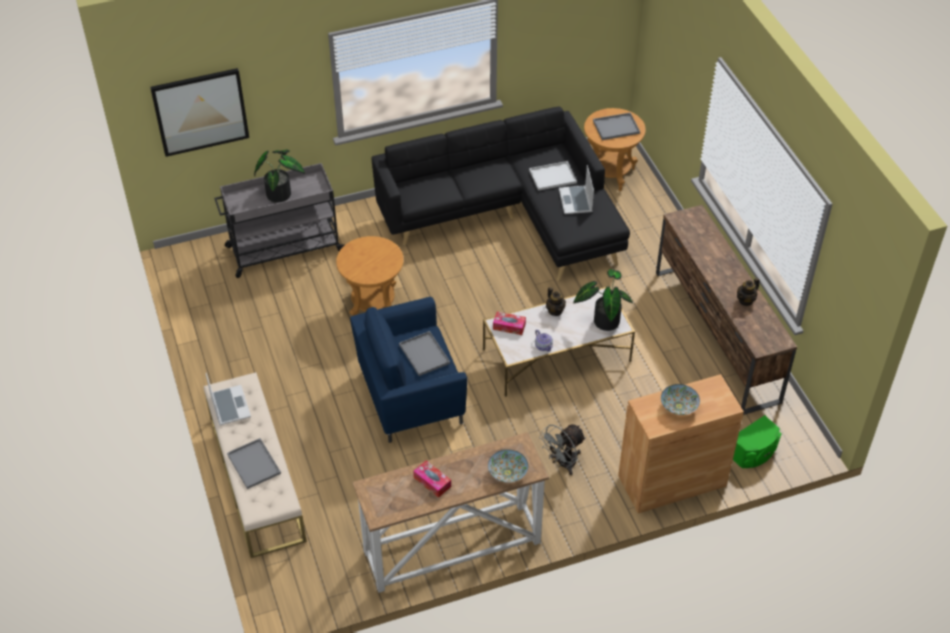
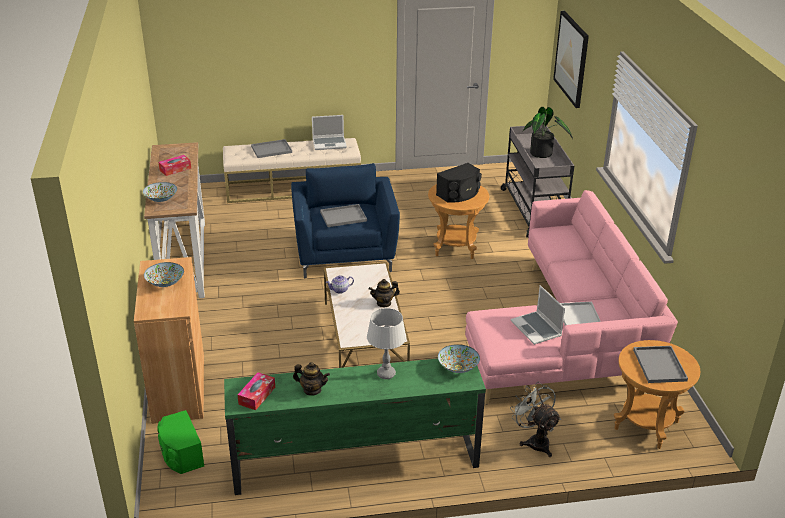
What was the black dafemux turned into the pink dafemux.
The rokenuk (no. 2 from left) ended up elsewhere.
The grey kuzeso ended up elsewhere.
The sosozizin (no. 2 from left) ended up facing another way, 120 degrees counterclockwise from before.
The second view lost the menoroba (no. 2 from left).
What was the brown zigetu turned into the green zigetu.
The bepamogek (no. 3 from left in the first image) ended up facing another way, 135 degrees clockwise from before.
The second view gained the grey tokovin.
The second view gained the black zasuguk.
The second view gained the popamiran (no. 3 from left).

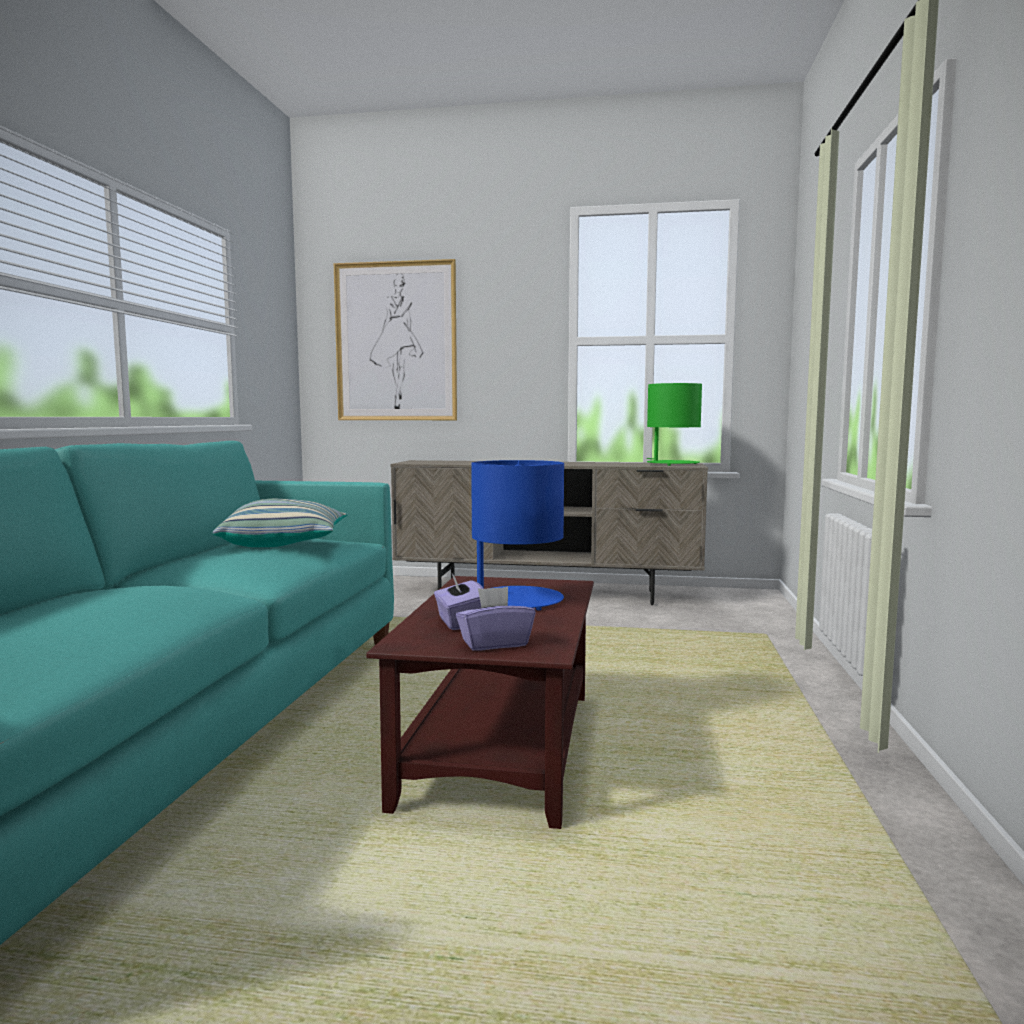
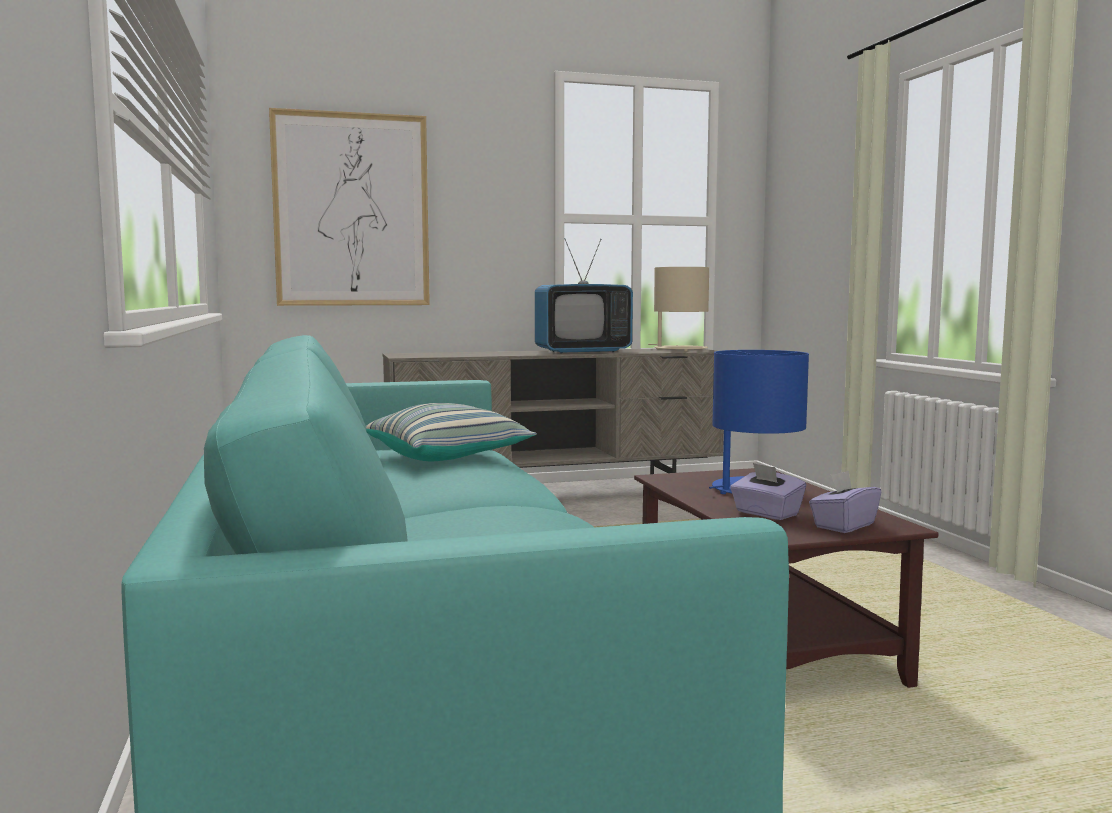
What was the green tokovin turned into the beige tokovin.
The second view gained the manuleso.

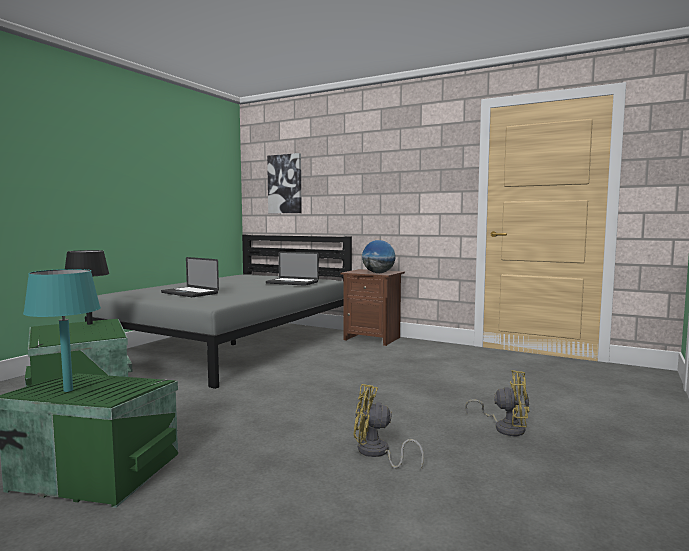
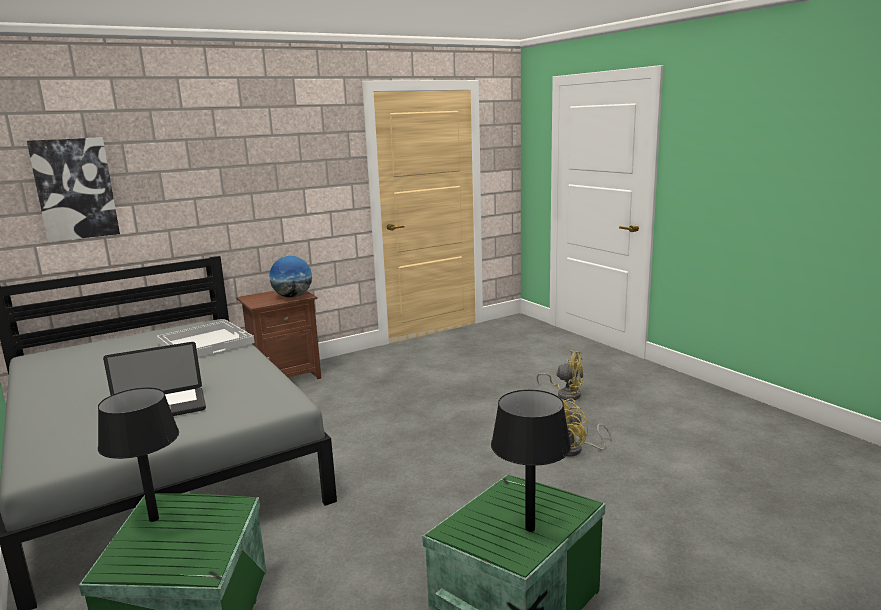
What was the turquoise tokovin turned into the black tokovin (no. 2 from left).
Where the sosozizin (no. 2 from left) stood, the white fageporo came to stand.
The yellow kuzeso (no. 2 from left in the first image) ended up facing another way, 60 degrees clockwise from before.

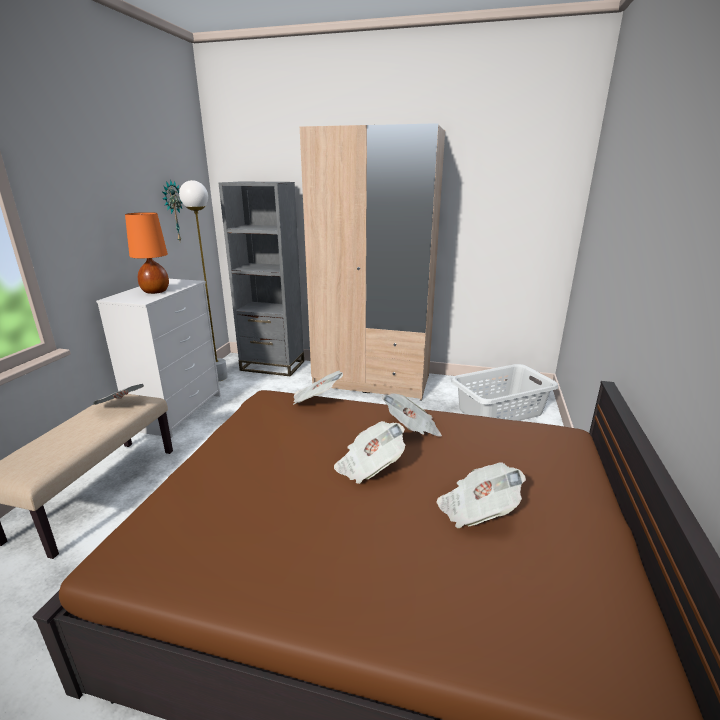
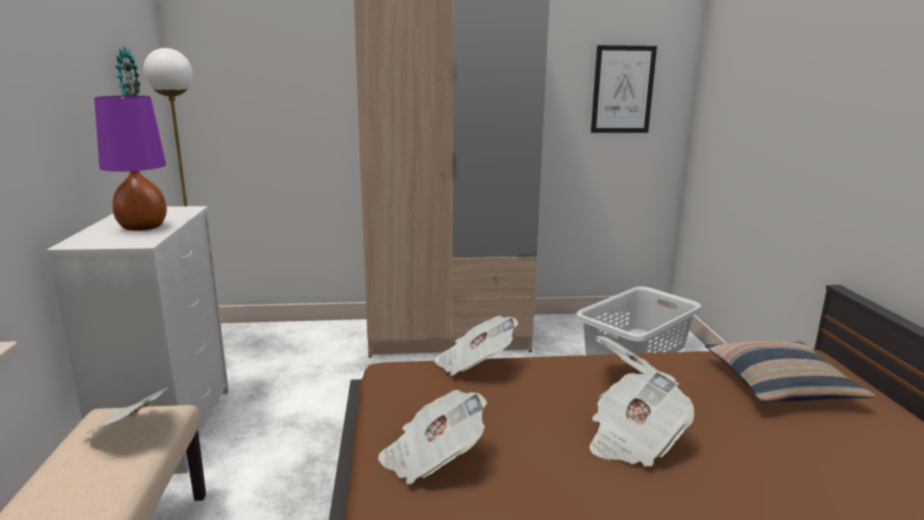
What was the orange tokovin turned into the purple tokovin.
The second view lost the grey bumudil.
The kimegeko (no. 5 from left in the first image) ended up elsewhere.
The second view gained the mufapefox.
The second view gained the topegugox.

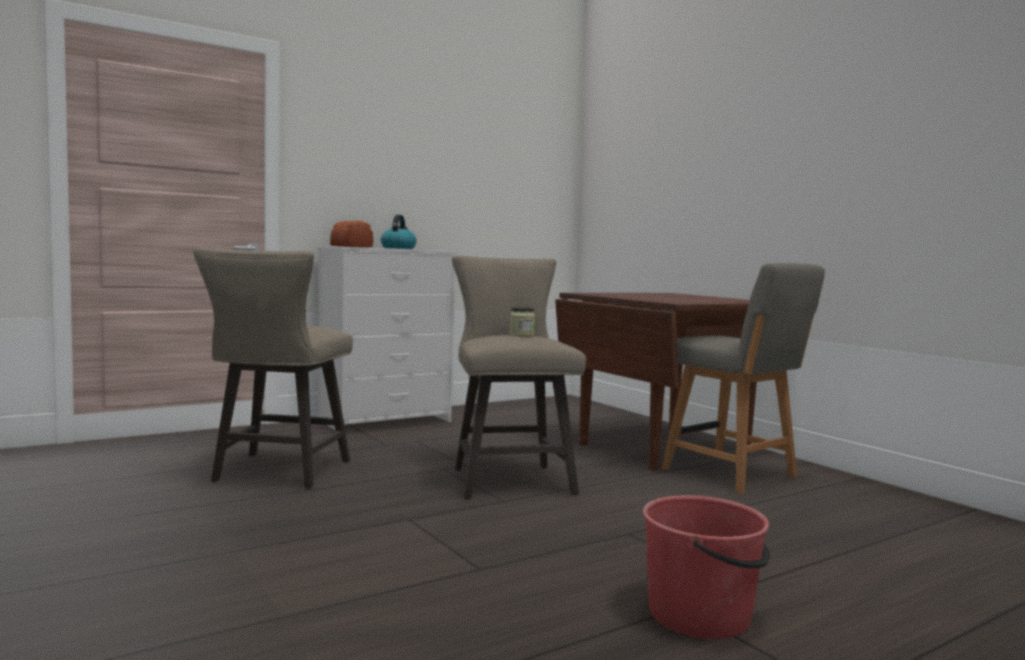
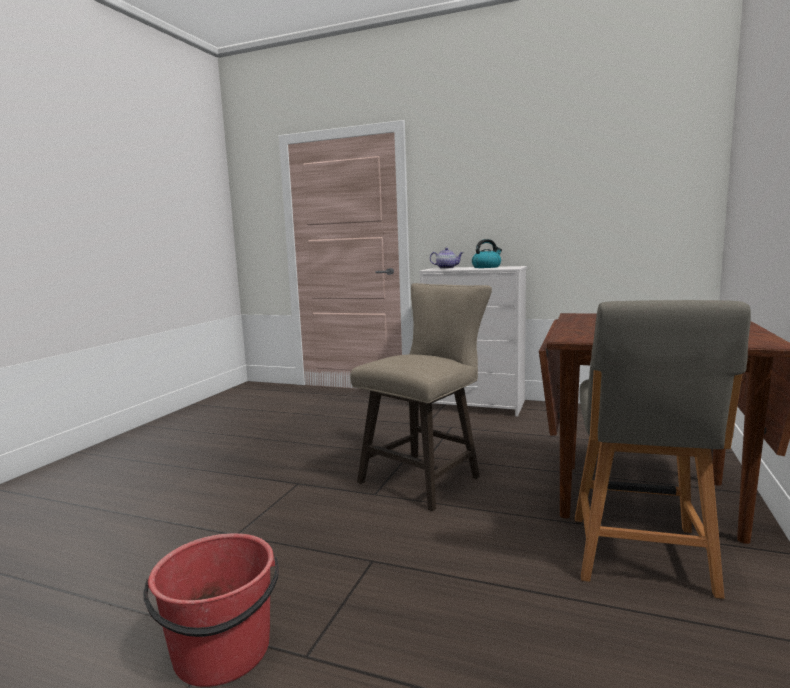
The second view lost the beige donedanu (no. 1 from left).
Where the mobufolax stood, the bepamogek came to stand.
The second view lost the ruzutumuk.

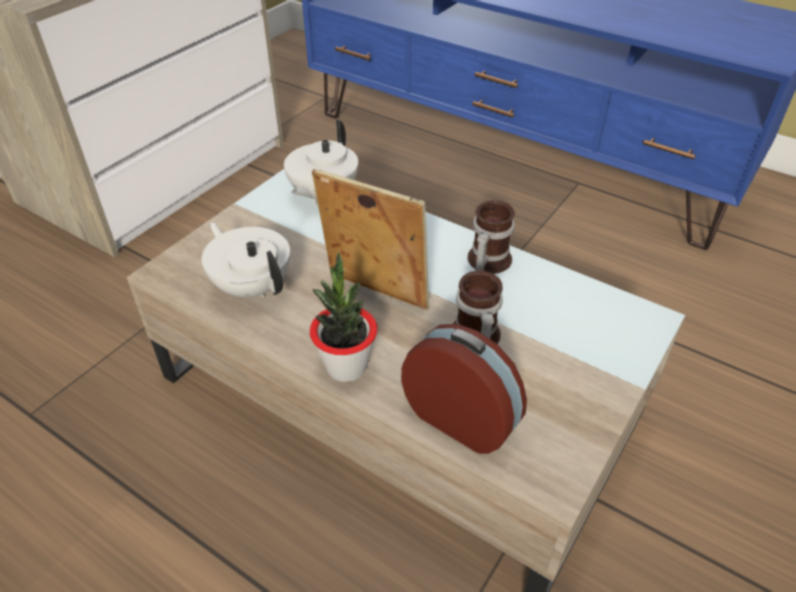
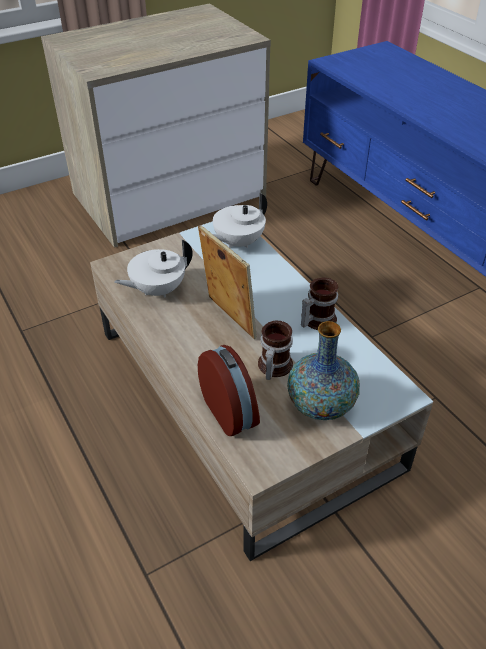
The white bepamogek (no. 1 from left) ended up facing another way, 105 degrees counterclockwise from before.
The second view lost the menoroba.
The second view gained the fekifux.

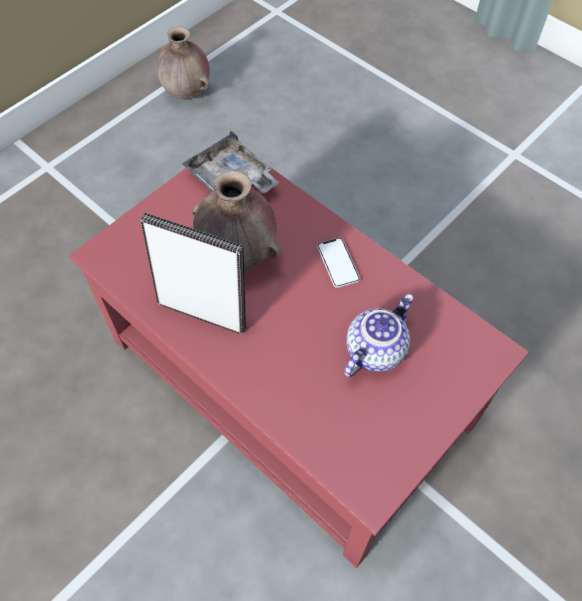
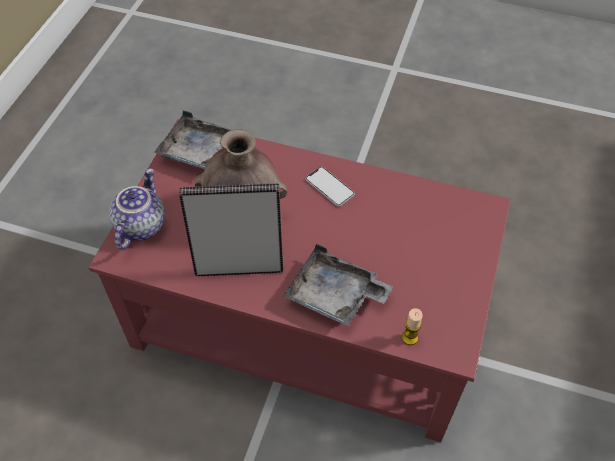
The second view lost the brown fekifux (no. 1 from left).
The bepamogek ended up elsewhere.
The second view gained the grey fageporo (no. 2 from left).
The second view gained the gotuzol.

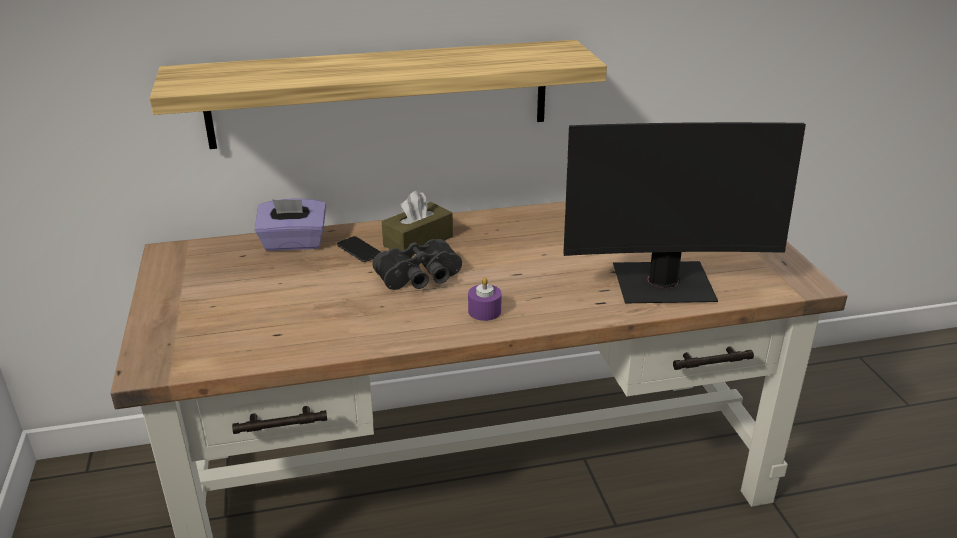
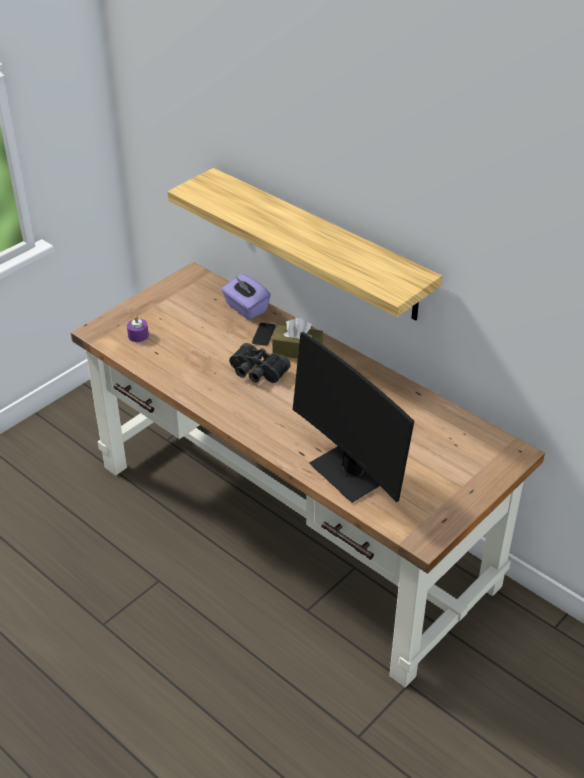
The purple gotuzol ended up elsewhere.

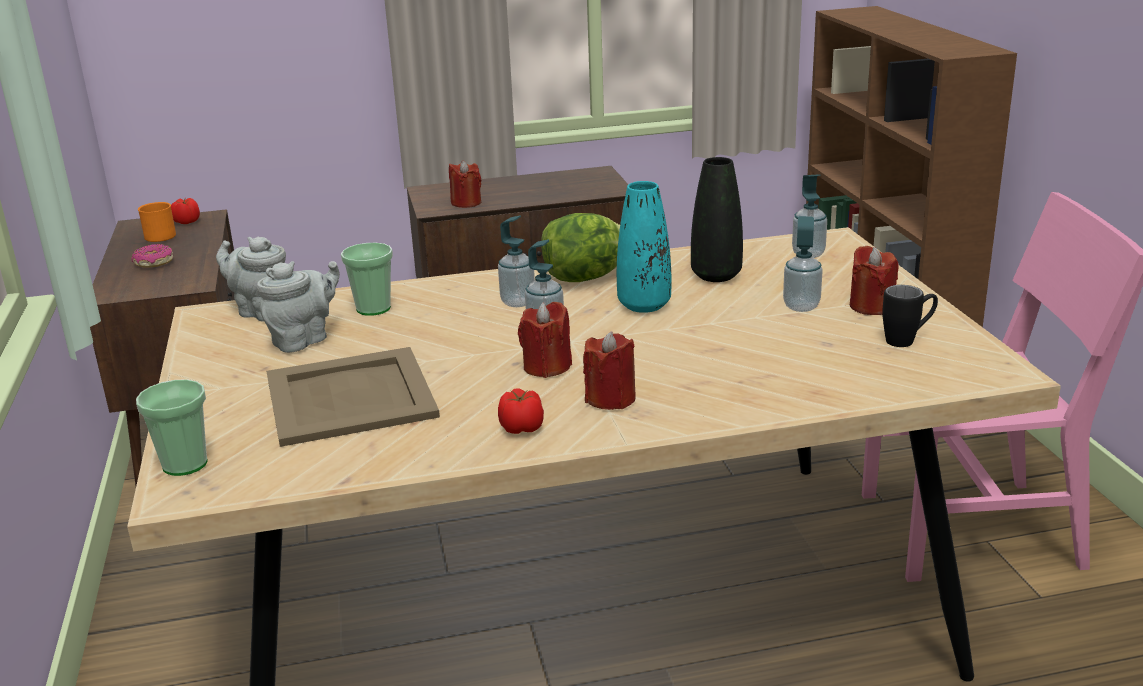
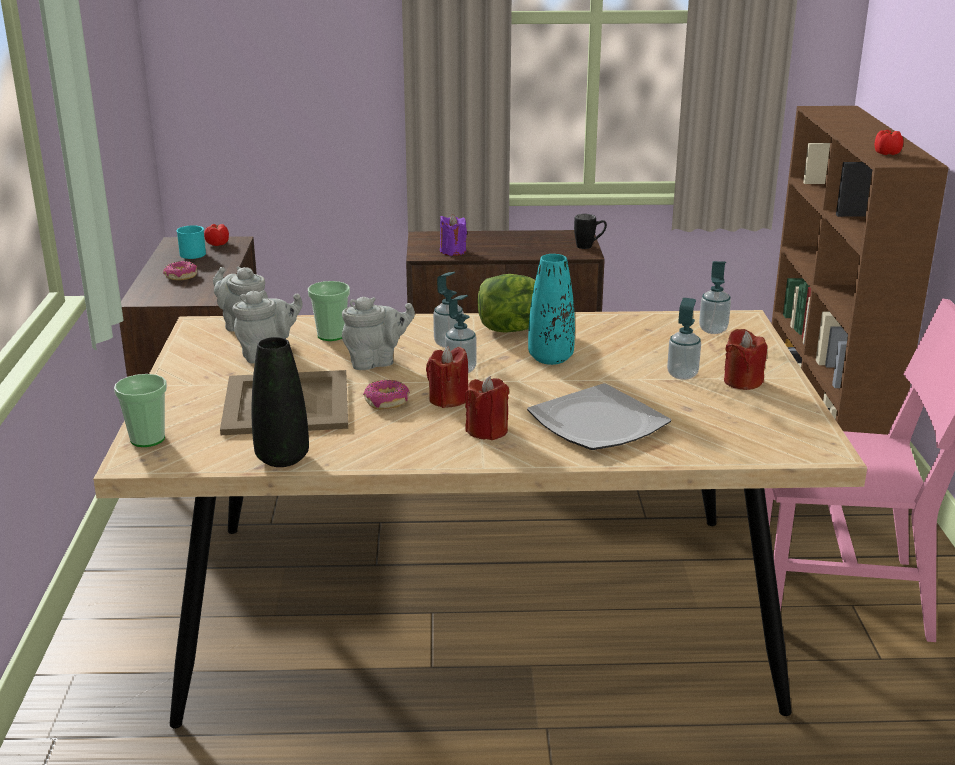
What was the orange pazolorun turned into the turquoise pazolorun.
What was the red gotuzol (no. 1 from left) turned into the purple gotuzol.
The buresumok (no. 2 from left) ended up elsewhere.
The black fekifux ended up elsewhere.
The black pazolorun ended up elsewhere.
The second view gained the grey bepamogek (no. 3 from left).
The second view gained the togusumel (no. 2 from left).
The second view gained the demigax.

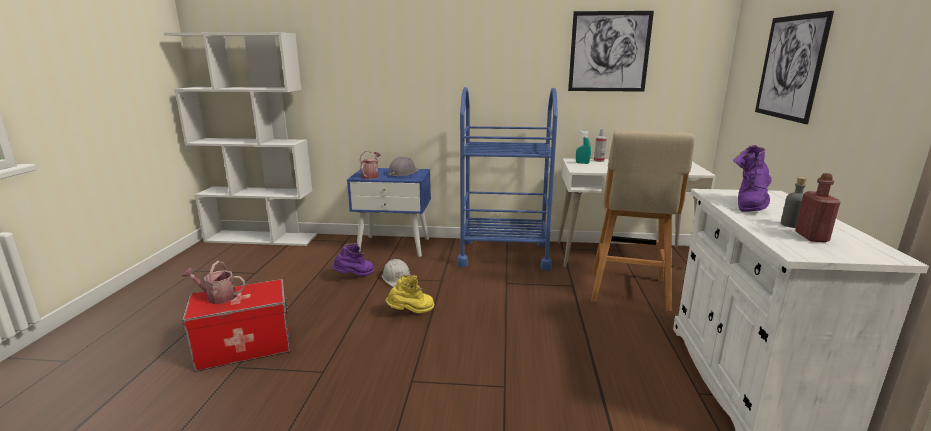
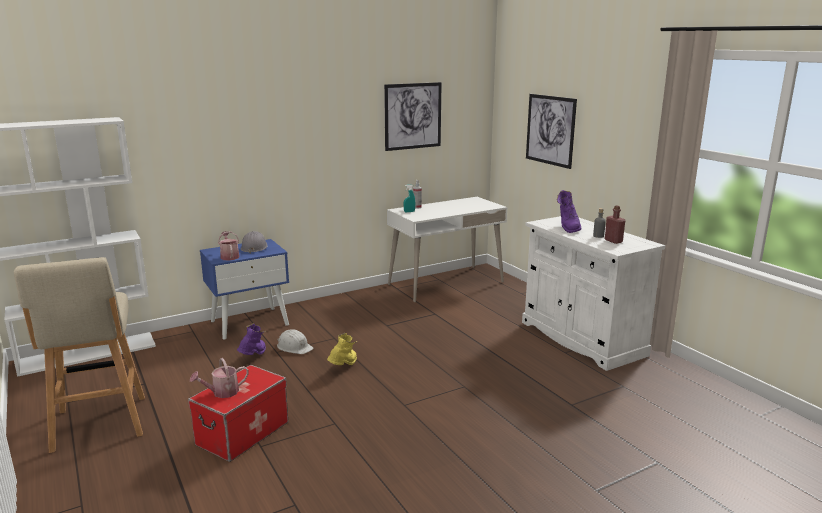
The second view lost the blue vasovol.
The beige donedanu ended up elsewhere.

